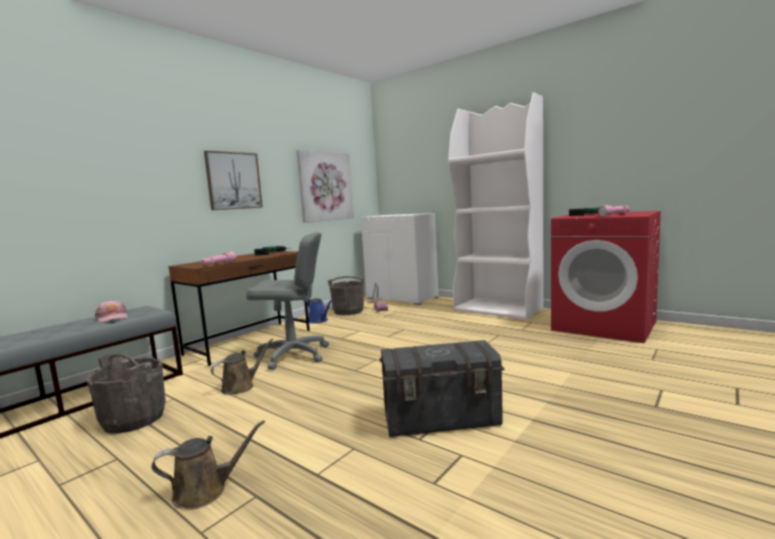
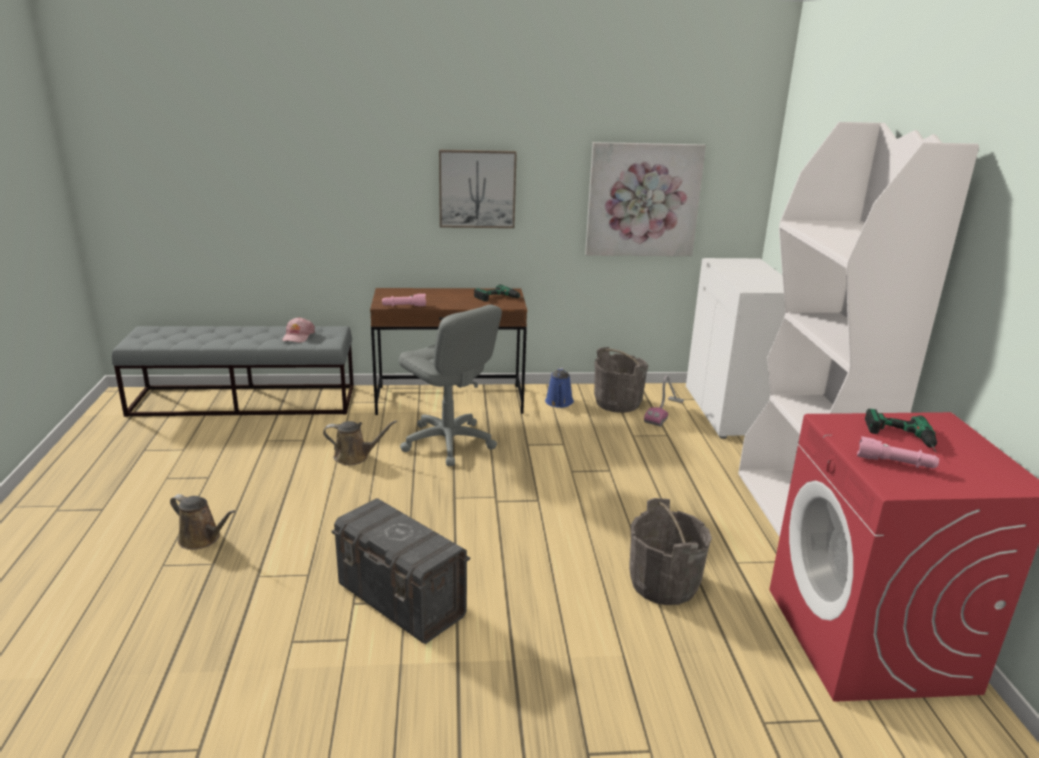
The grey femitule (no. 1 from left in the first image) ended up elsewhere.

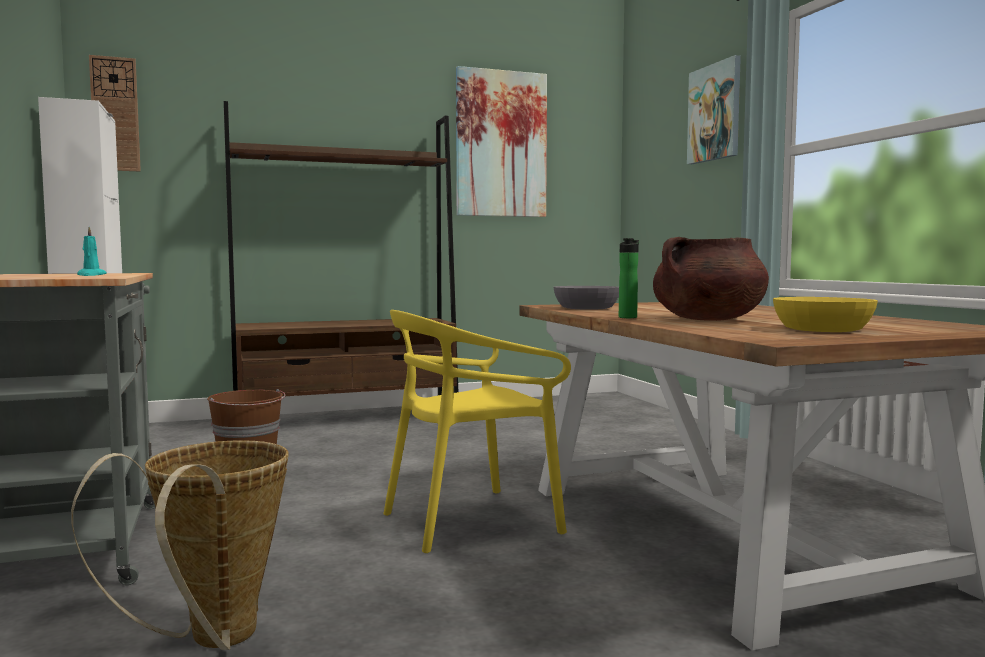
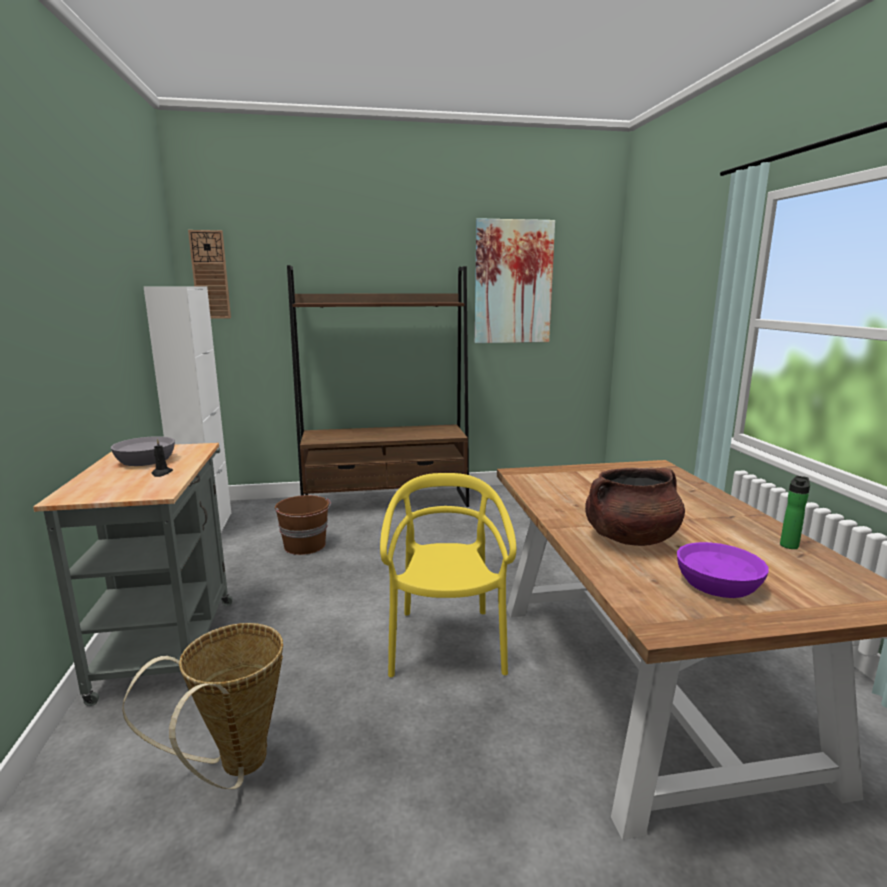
What was the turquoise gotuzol turned into the black gotuzol.
The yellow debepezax ended up facing another way, 105 degrees clockwise from before.
The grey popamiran ended up elsewhere.
The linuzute ended up elsewhere.
The second view lost the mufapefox (no. 2 from left).
What was the yellow popamiran turned into the purple popamiran.

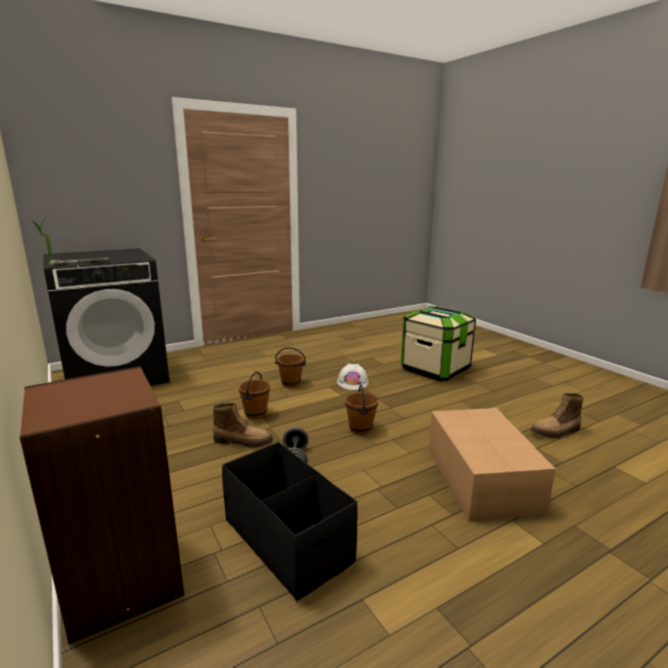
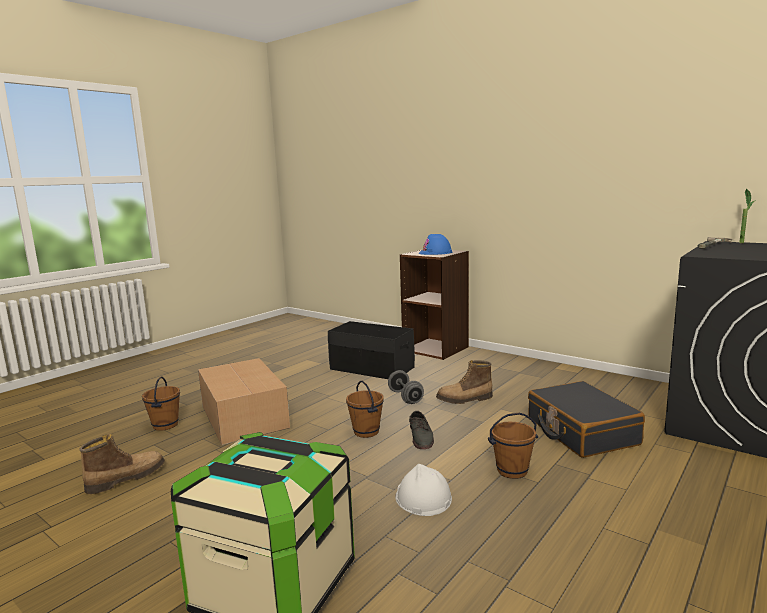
The brown femitule (no. 1 from left) ended up elsewhere.
The second view gained the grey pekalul.
The second view gained the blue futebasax.
The second view gained the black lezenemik.

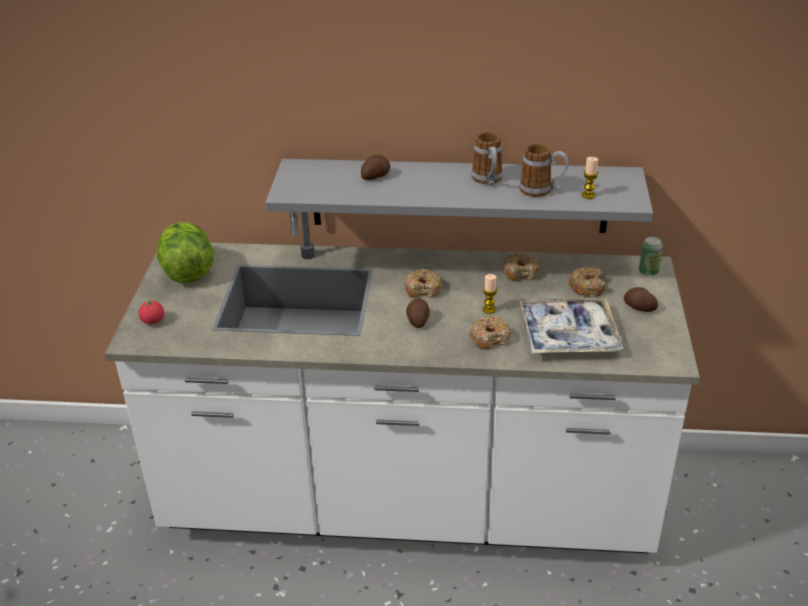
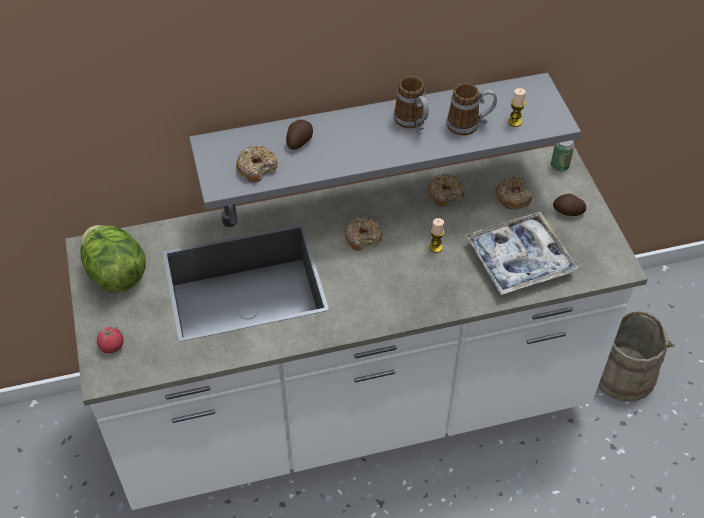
The second view lost the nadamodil (no. 2 from left).
The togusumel (no. 2 from left in the first image) ended up elsewhere.
The second view gained the beige femitule.

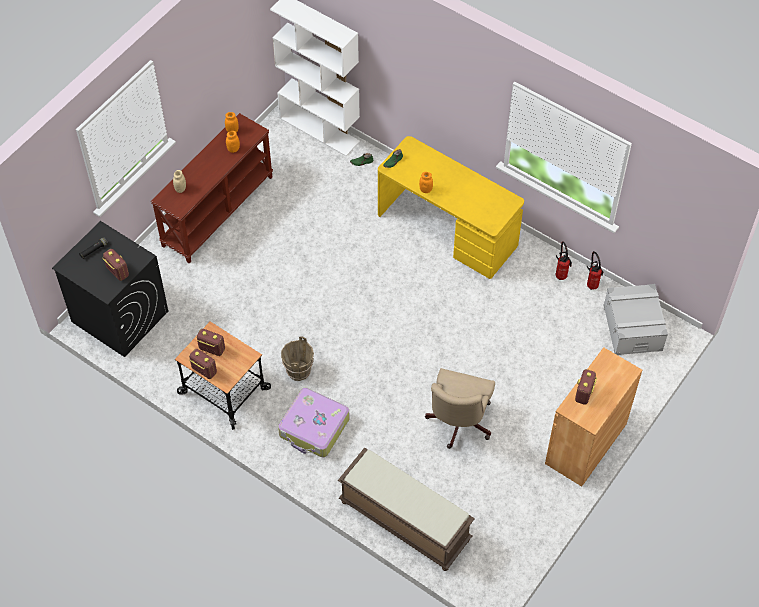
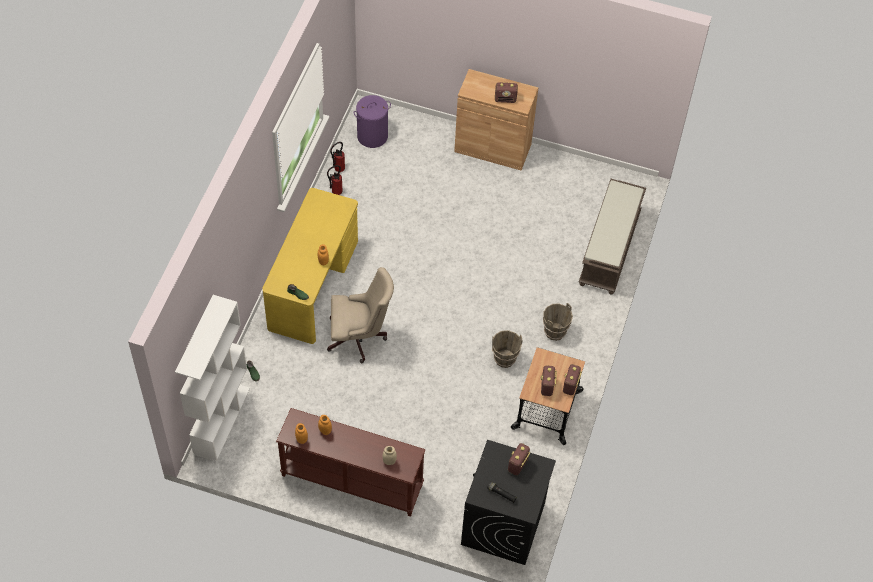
Where the lezenemik stood, the brown femitule (no. 2 from left) came to stand.
The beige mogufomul ended up elsewhere.
Where the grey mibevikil stood, the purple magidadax came to stand.

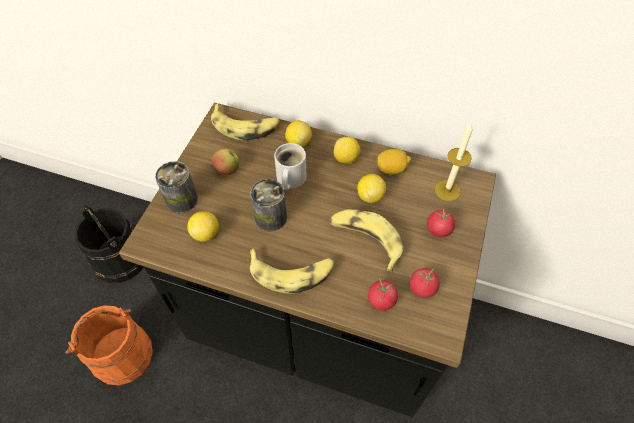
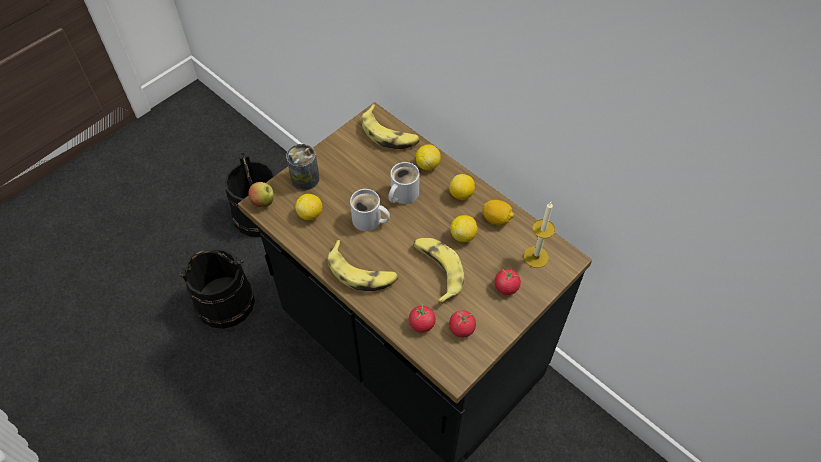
What was the orange femitule turned into the black femitule (no. 1 from left).
The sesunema ended up elsewhere.
Where the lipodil (no. 2 from left) stood, the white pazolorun (no. 1 from left) came to stand.

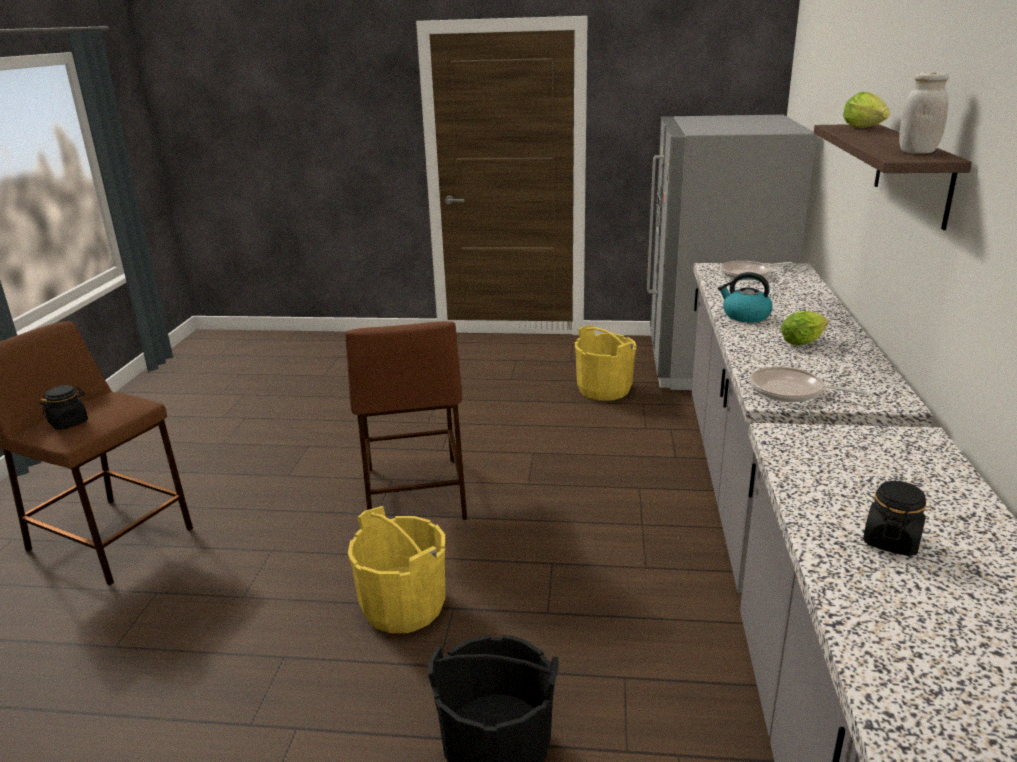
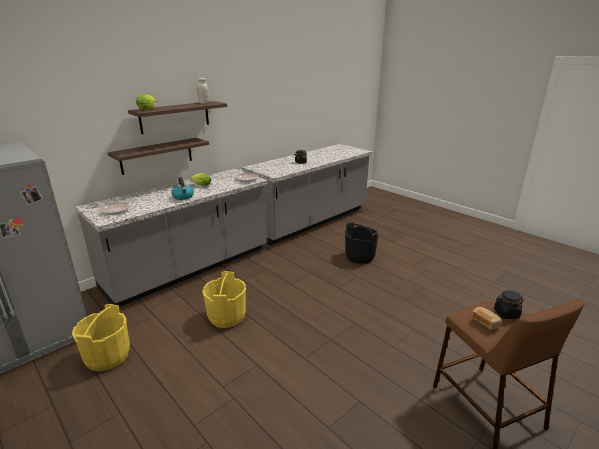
The second view lost the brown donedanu (no. 2 from left).
The yellow femitule (no. 1 from left in the first image) ended up elsewhere.
The second view gained the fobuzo (no. 1 from left).
The second view gained the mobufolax.

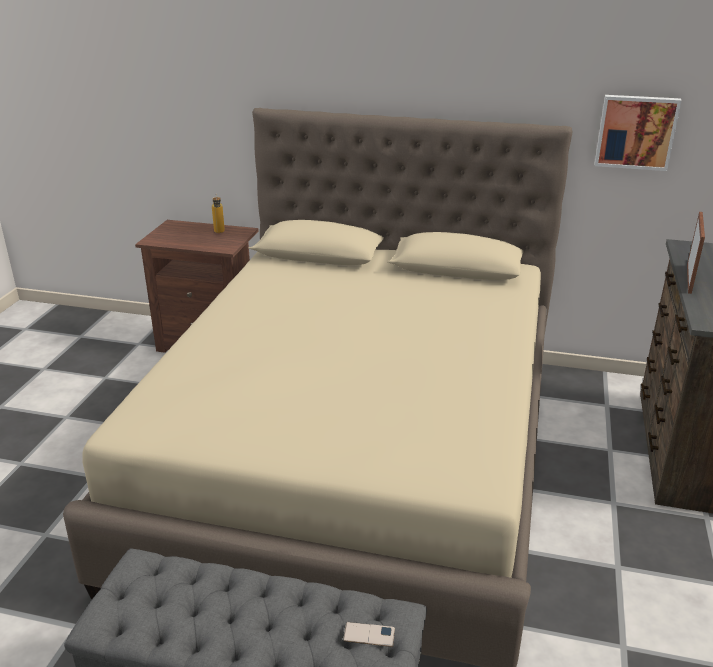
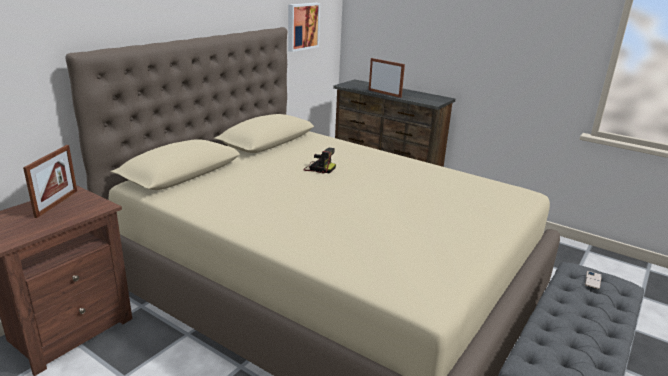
Where the linuzute stood, the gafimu (no. 1 from left) came to stand.
The second view gained the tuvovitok.

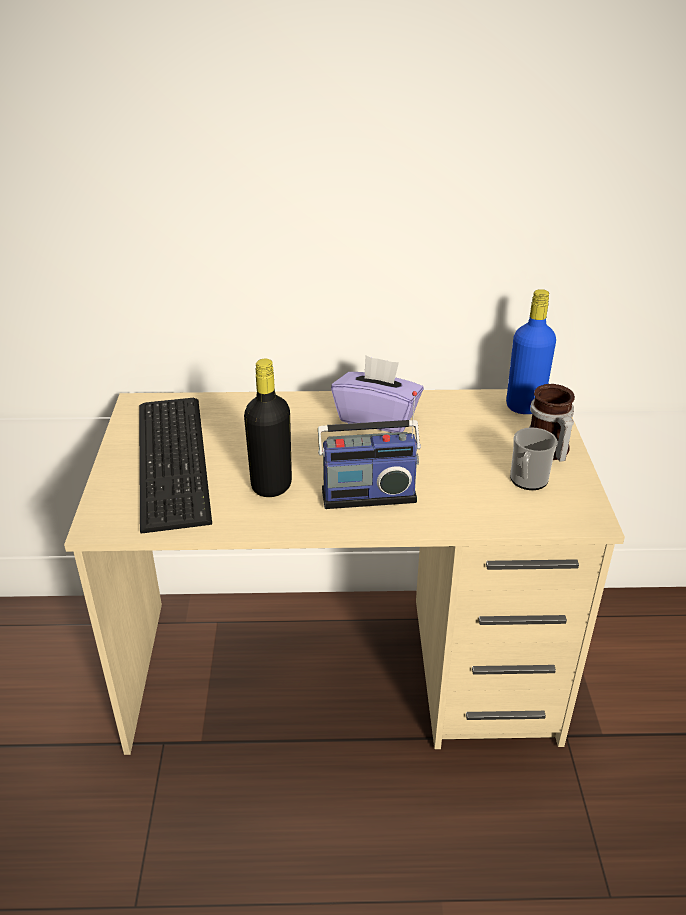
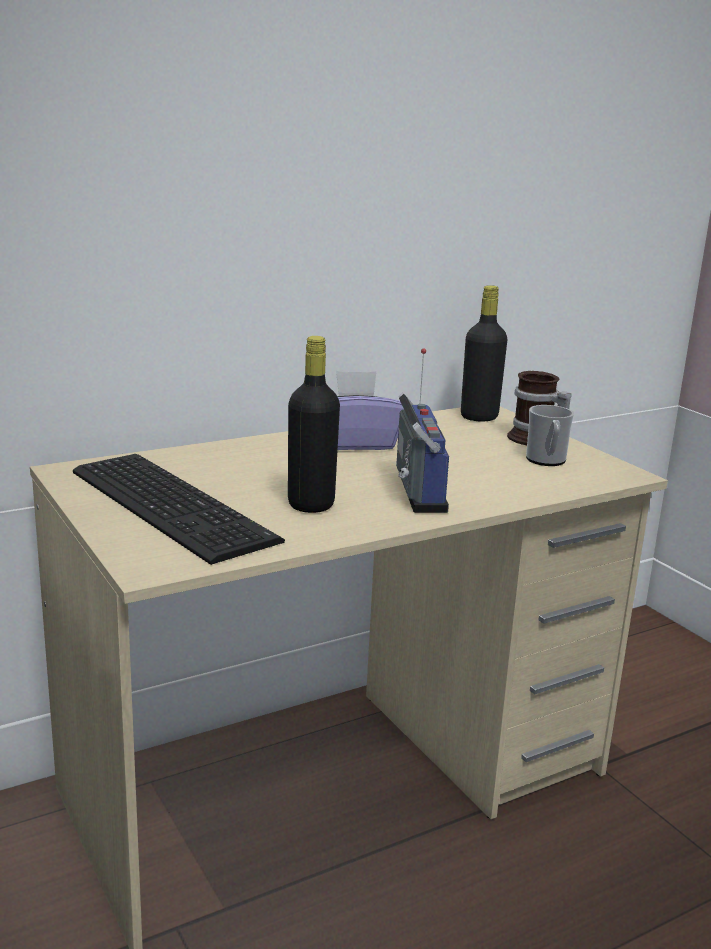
The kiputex ended up facing another way, 60 degrees counterclockwise from before.
What was the blue linuzute turned into the black linuzute (no. 2 from left).

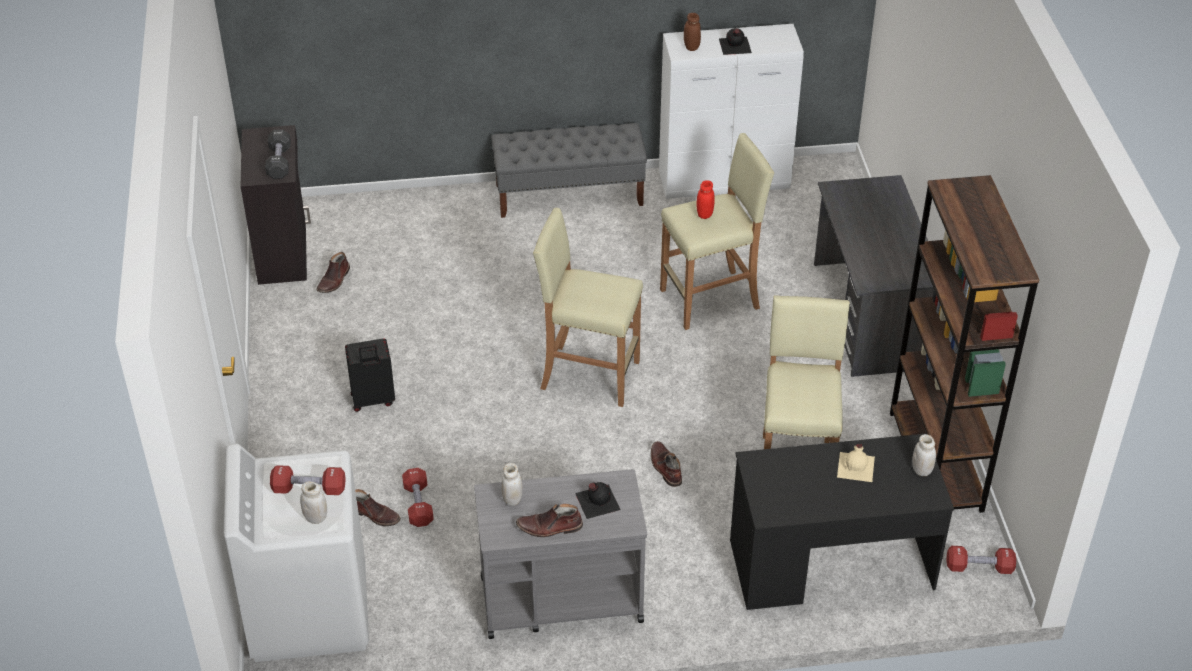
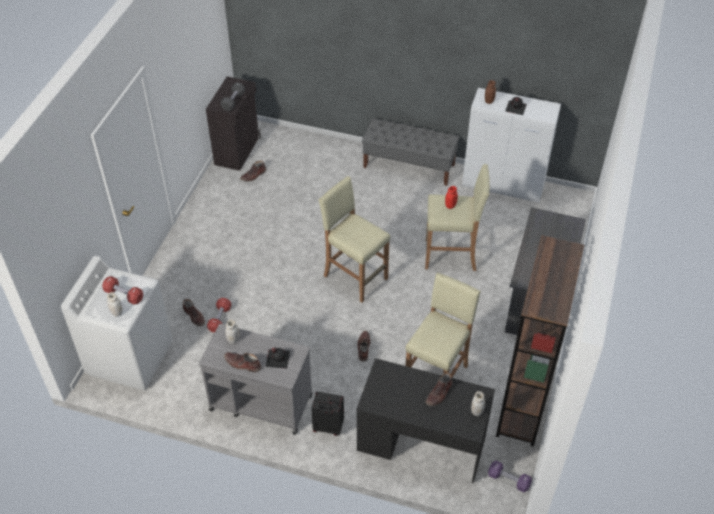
The black lezenemik ended up elsewhere.
Where the beige linuzute stood, the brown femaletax (no. 5 from left) came to stand.
What was the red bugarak (no. 3 from left) turned into the purple bugarak.

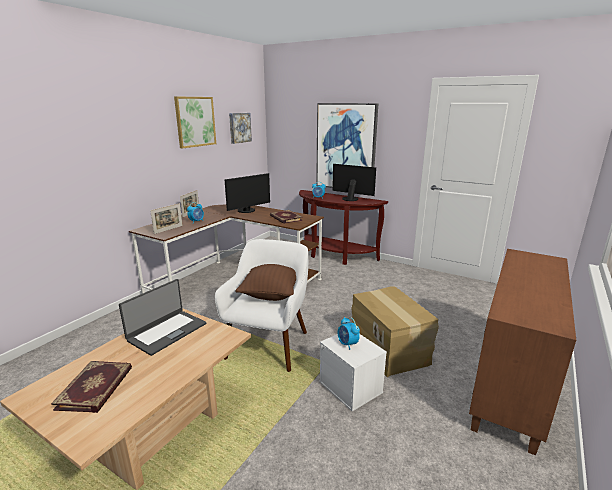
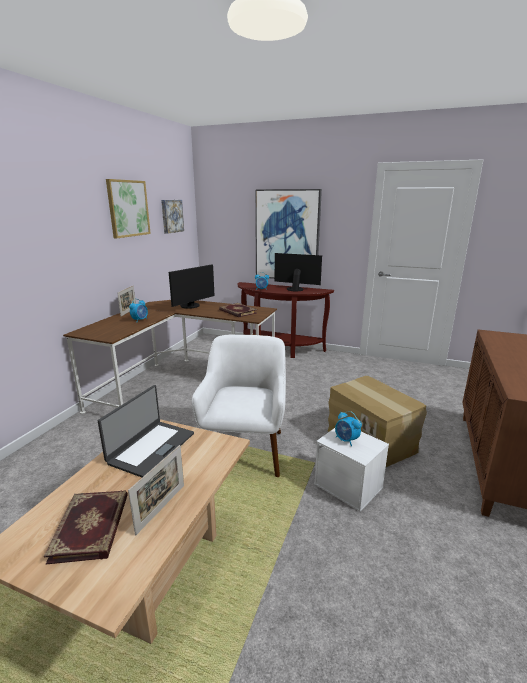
The gafimu (no. 1 from left in the first image) ended up elsewhere.
The second view lost the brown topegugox.

